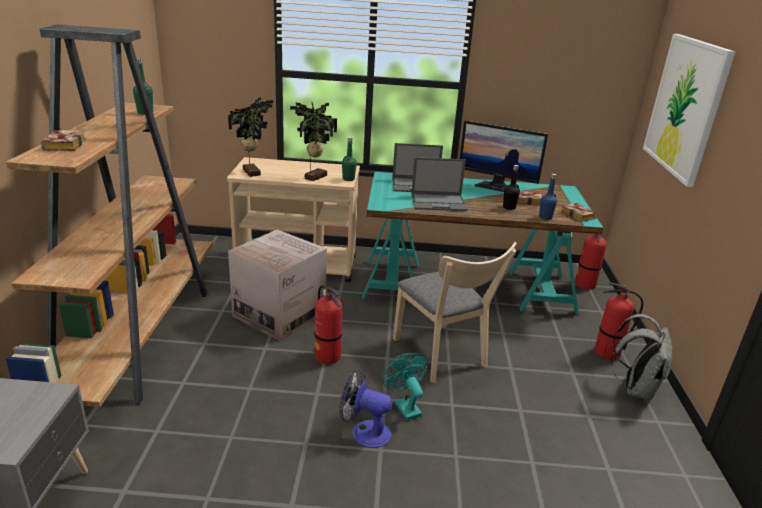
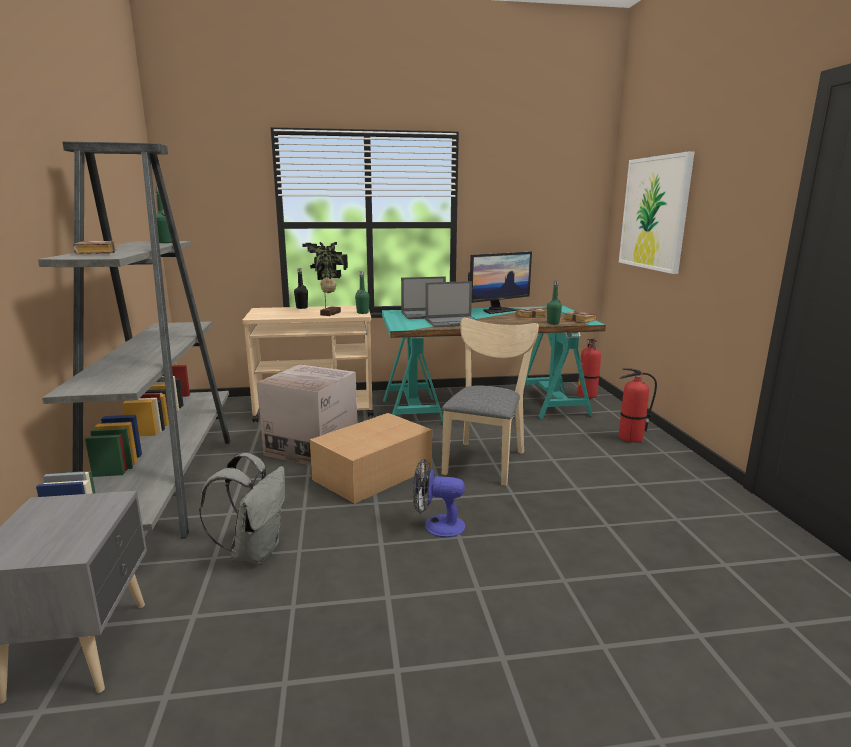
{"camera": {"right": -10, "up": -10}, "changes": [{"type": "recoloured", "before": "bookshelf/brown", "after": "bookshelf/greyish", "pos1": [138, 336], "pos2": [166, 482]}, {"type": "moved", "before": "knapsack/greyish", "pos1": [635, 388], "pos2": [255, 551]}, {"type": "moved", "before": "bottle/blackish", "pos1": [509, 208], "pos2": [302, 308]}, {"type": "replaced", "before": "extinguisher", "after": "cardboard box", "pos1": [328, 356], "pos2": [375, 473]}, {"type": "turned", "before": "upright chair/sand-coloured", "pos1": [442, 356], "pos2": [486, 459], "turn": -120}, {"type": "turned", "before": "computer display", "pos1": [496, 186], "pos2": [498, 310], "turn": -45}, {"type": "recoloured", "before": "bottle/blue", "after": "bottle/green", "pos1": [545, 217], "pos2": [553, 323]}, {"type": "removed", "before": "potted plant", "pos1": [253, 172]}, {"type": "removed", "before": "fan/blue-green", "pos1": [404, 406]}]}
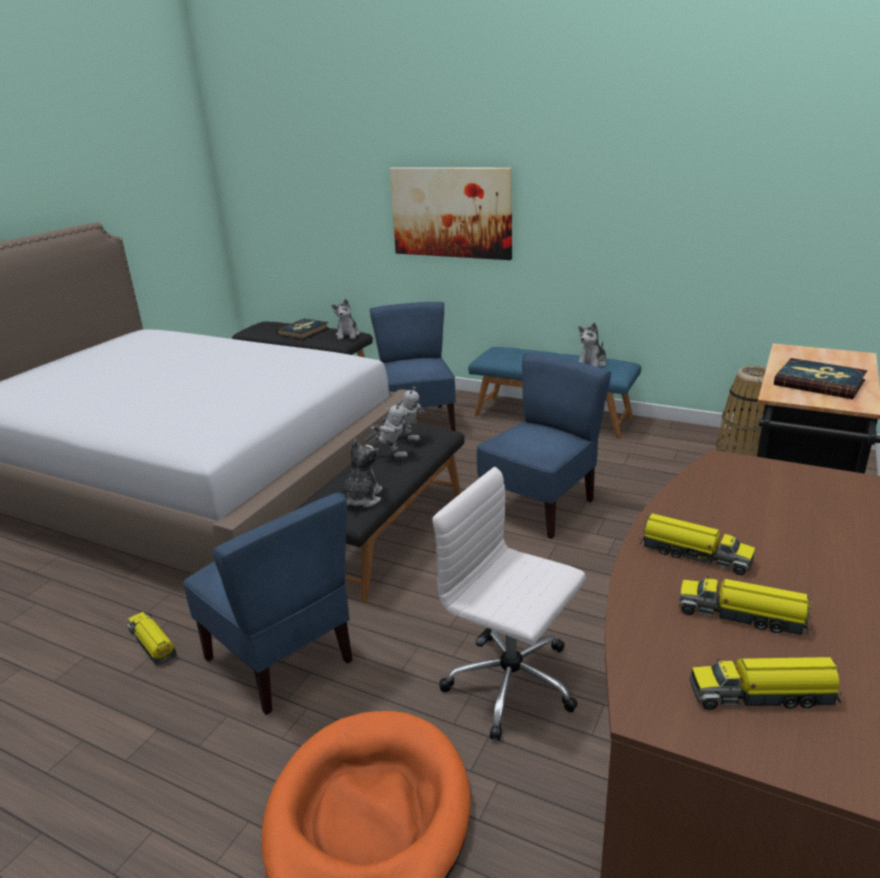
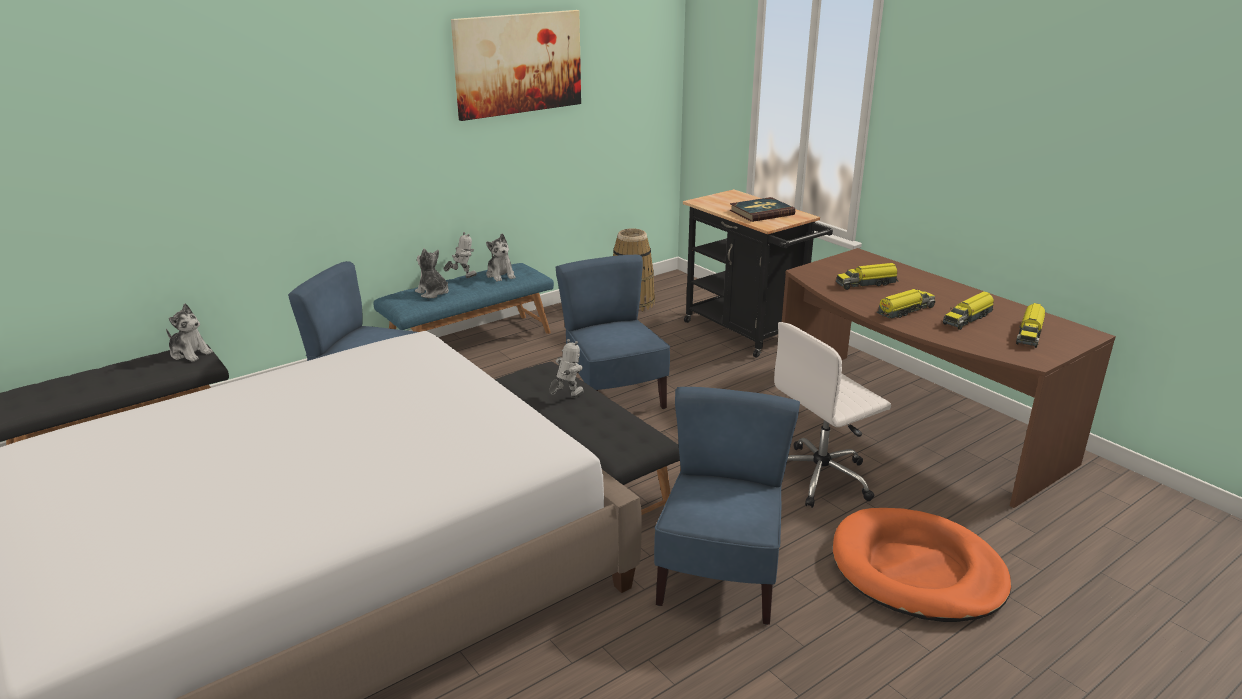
{"camera": {"right": -65, "up": 0}, "changes": [{"type": "moved", "before": "cuddly toy", "pos1": [362, 498], "pos2": [433, 293]}, {"type": "moved", "before": "toy robot", "pos1": [406, 438], "pos2": [462, 278]}, {"type": "moved", "before": "wall picture", "pos1": [451, 212], "pos2": [518, 63]}, {"type": "turned", "before": "upright chair/blue", "pos1": [281, 659], "pos2": [720, 579], "turn": -60}, {"type": "moved", "before": "toy truck", "pos1": [153, 644], "pos2": [867, 284]}, {"type": "removed", "before": "bound book", "pos1": [303, 331]}]}
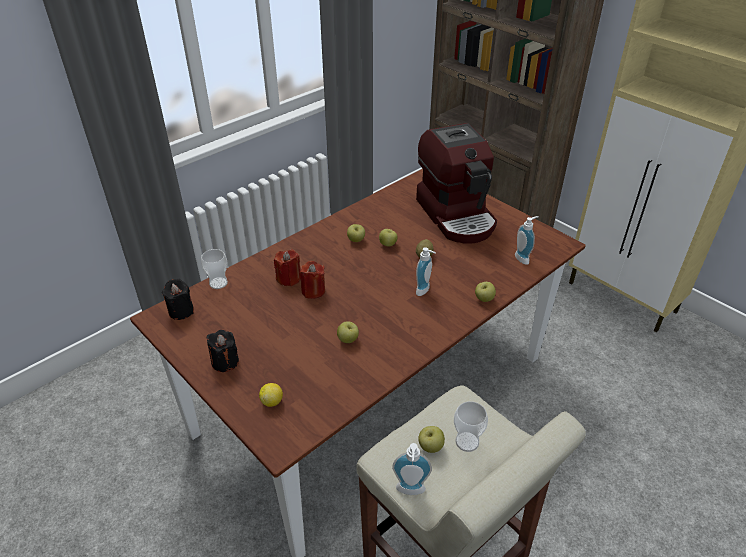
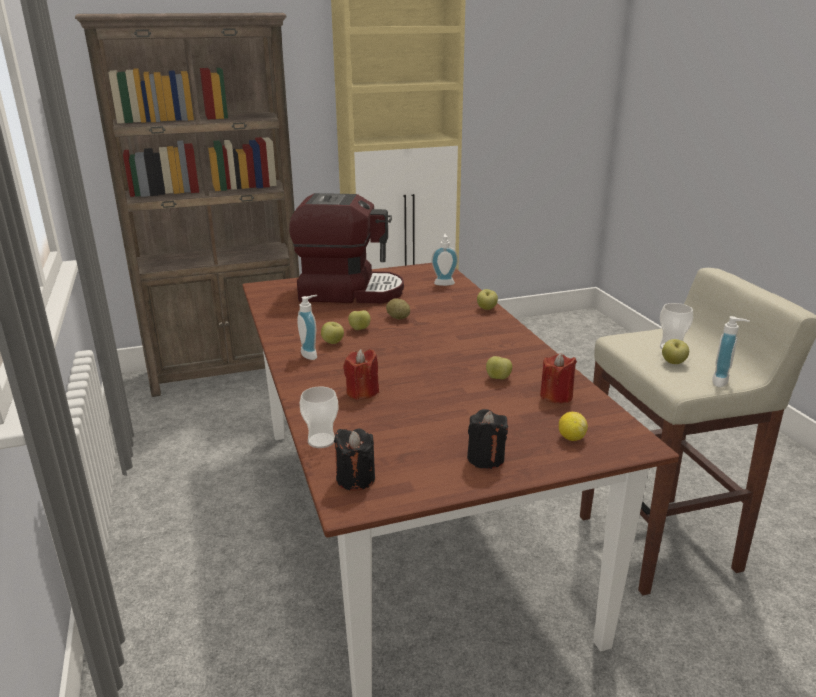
{"camera": {"right": -65, "up": -15}, "changes": [{"type": "moved", "before": "soap bottle", "pos1": [425, 290], "pos2": [311, 354]}, {"type": "moved", "before": "wax light/red-coloured", "pos1": [313, 291], "pos2": [556, 396]}]}
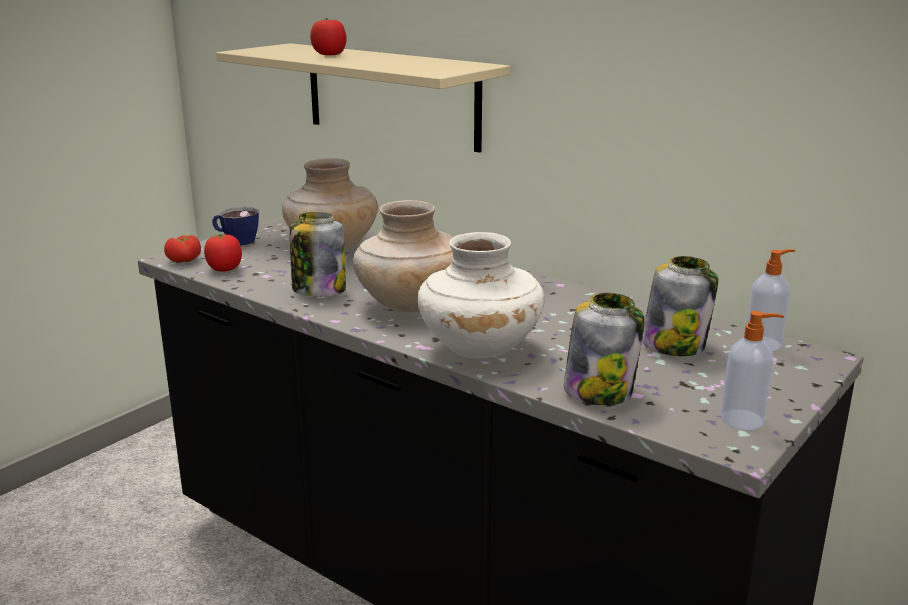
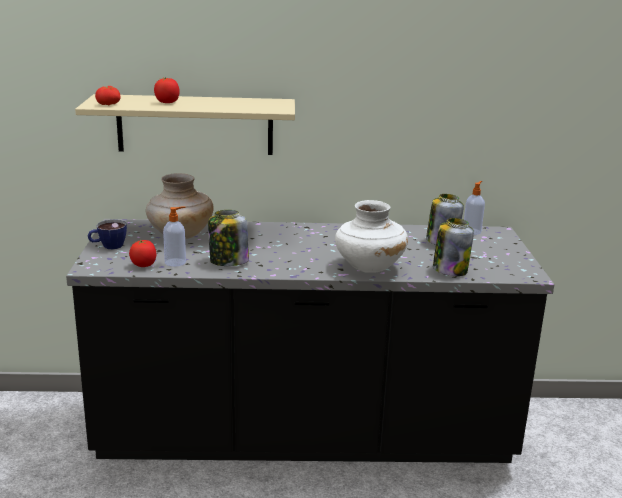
{"camera": {"right": -40, "up": 0}, "changes": [{"type": "moved", "before": "whole tomato", "pos1": [185, 260], "pos2": [109, 104]}, {"type": "moved", "before": "soap bottle", "pos1": [744, 420], "pos2": [176, 262]}, {"type": "removed", "before": "decorative vase/sand-coloured", "pos1": [409, 305]}]}
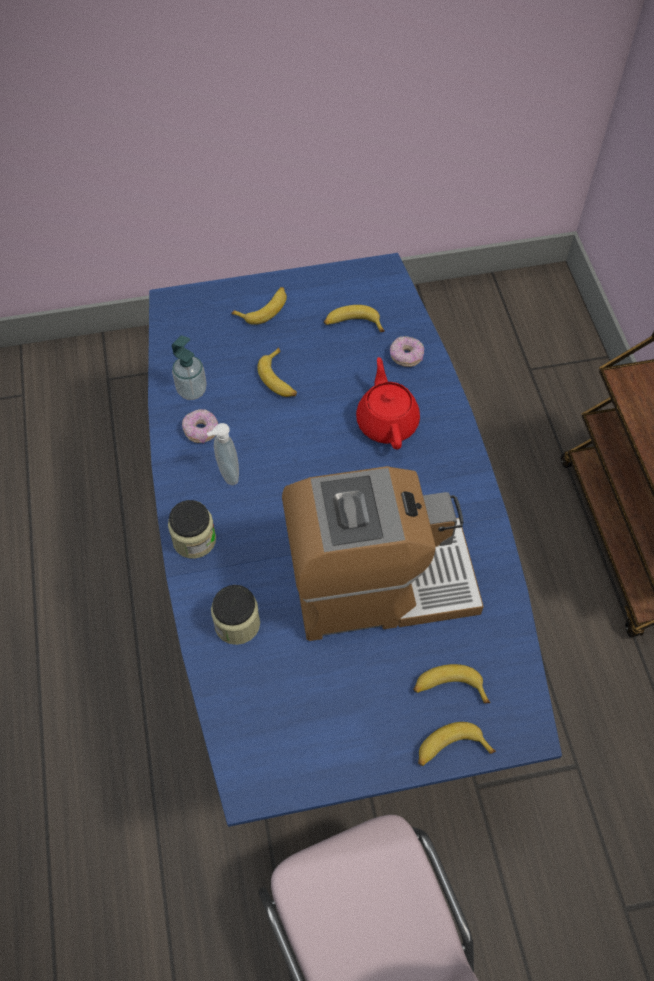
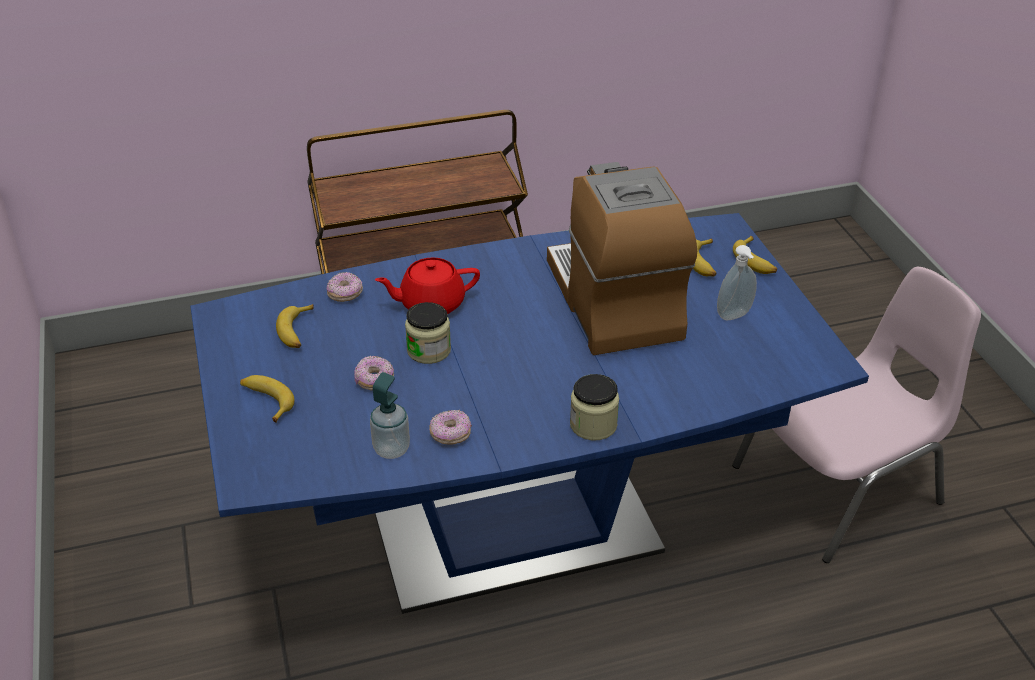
{"camera": {"right": -95, "up": -20}, "changes": [{"type": "replaced", "before": "whole banana", "after": "ring doughnut", "pos1": [279, 379], "pos2": [374, 380]}, {"type": "moved", "before": "preserve jar", "pos1": [237, 624], "pos2": [429, 350]}, {"type": "moved", "before": "soap bottle", "pos1": [226, 474], "pos2": [735, 316]}]}
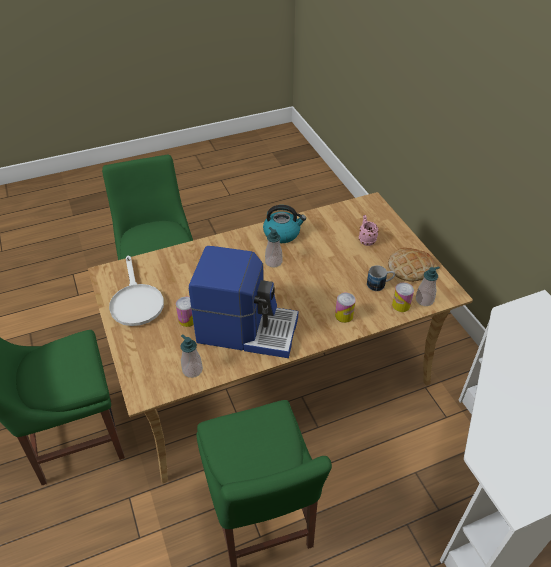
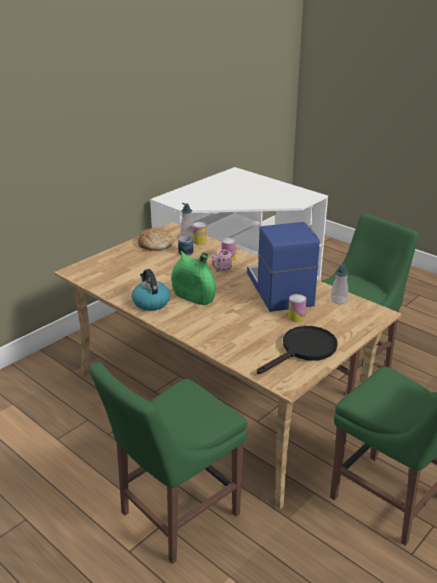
{"camera": {"right": -115, "up": -15}, "changes": [{"type": "replaced", "before": "soap bottle", "after": "decorative vase/green", "pos1": [273, 262], "pos2": [193, 297]}, {"type": "moved", "before": "mug/pink", "pos1": [366, 239], "pos2": [221, 270]}, {"type": "recoloured", "before": "frying pan/whitish", "after": "frying pan/blackish", "pos1": [136, 302], "pos2": [304, 350]}]}
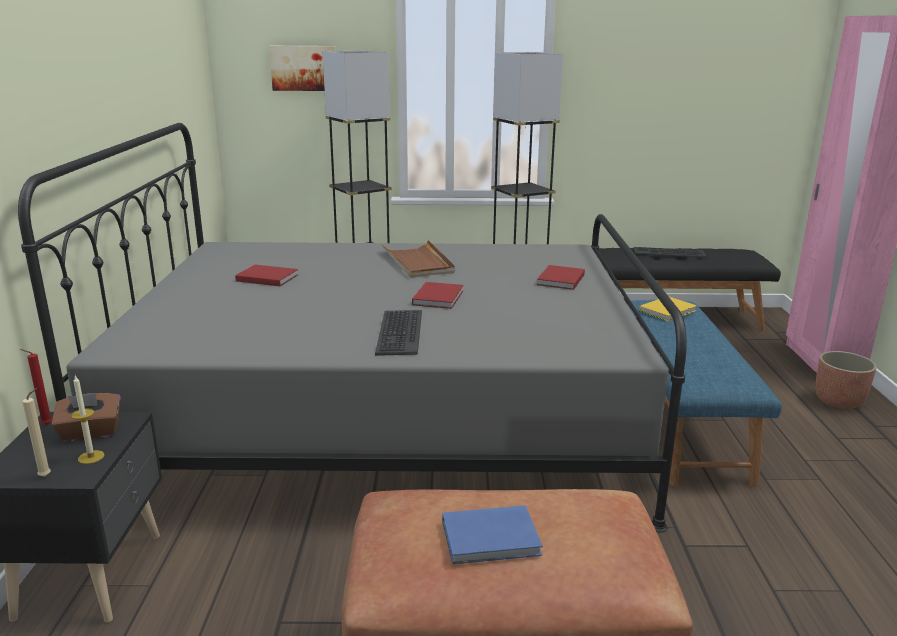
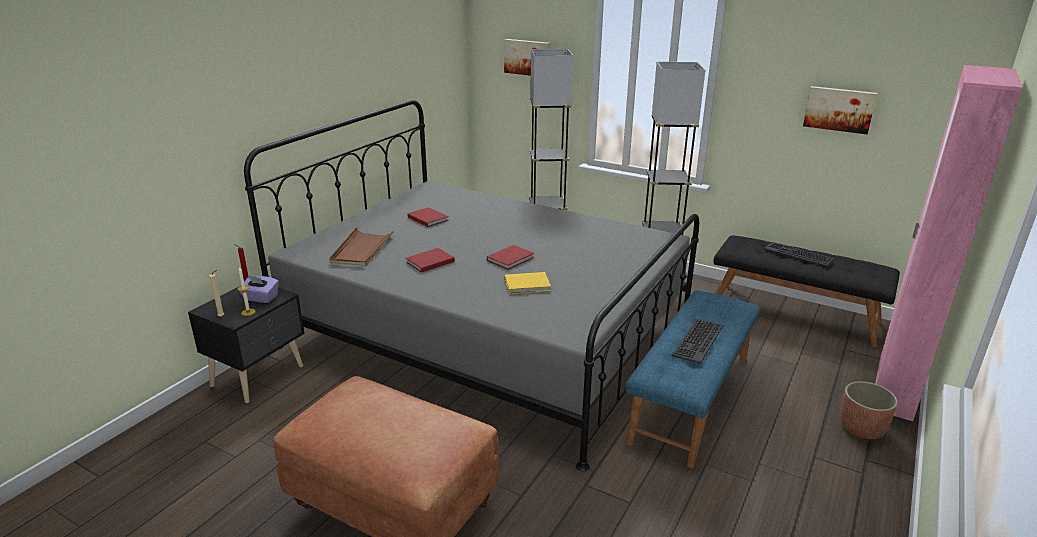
{"camera": {"right": 30, "up": 5}, "changes": [{"type": "recoloured", "before": "tissue holder/brown", "after": "tissue holder/purplish", "pos1": [90, 433], "pos2": [260, 298]}, {"type": "moved", "before": "carrying tray/brown", "pos1": [418, 262], "pos2": [362, 249]}, {"type": "moved", "before": "bound book/red-coloured", "pos1": [559, 280], "pos2": [428, 262]}, {"type": "moved", "before": "bound book/yellowish", "pos1": [669, 311], "pos2": [528, 285]}, {"type": "moved", "before": "keyboard", "pos1": [398, 333], "pos2": [697, 340]}, {"type": "added", "after": "wall picture", "pos2": [839, 109]}, {"type": "removed", "before": "bound book/blue", "pos1": [493, 538]}]}
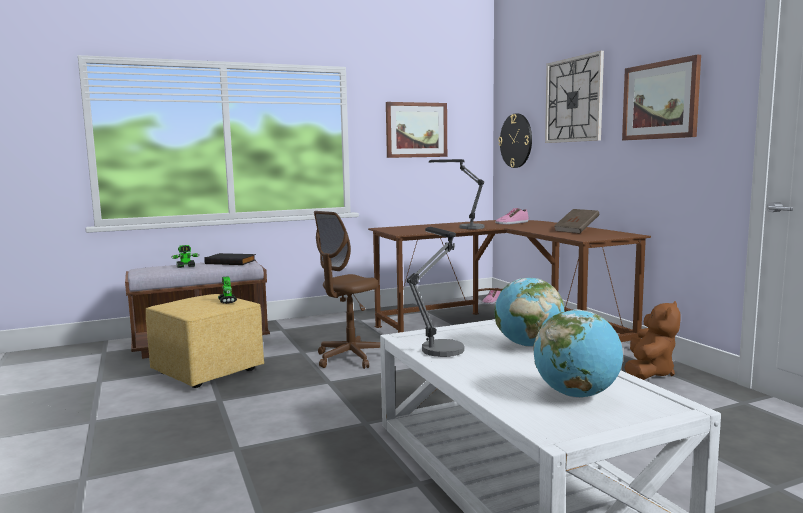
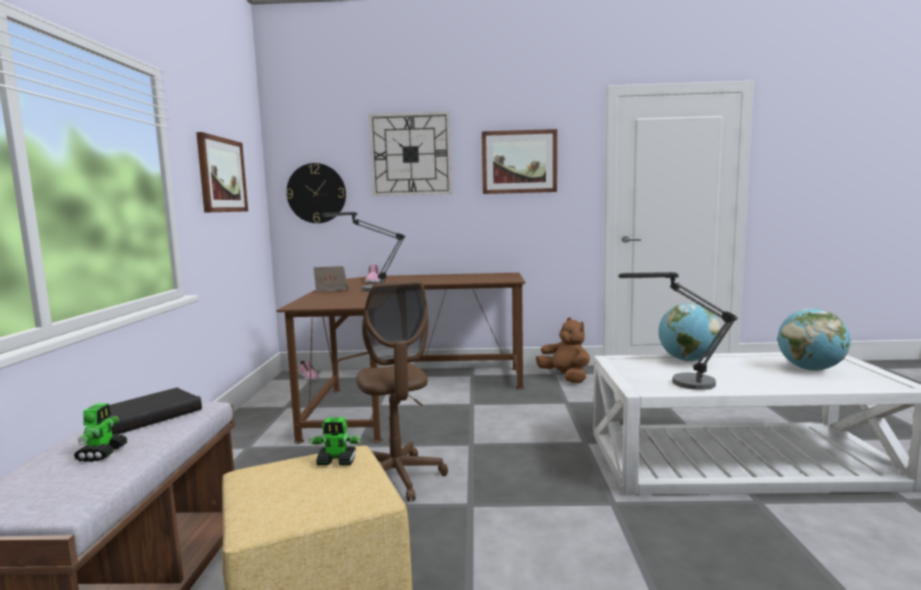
{"camera": {"right": -65, "up": 0}, "changes": [{"type": "moved", "before": "bound book/brown", "pos1": [576, 231], "pos2": [331, 289]}]}
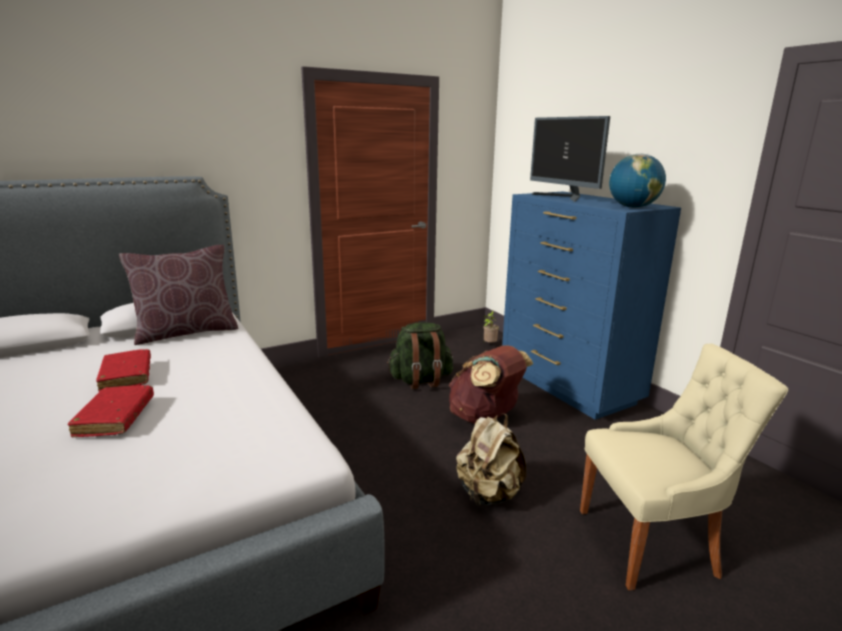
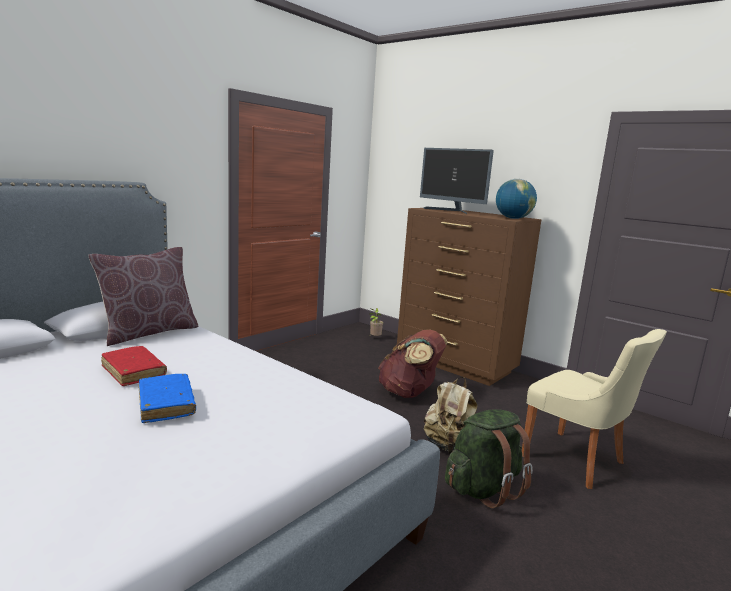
{"camera": {"right": -20, "up": -5}, "changes": [{"type": "recoloured", "before": "bound book/red-coloured", "after": "bound book/blue", "pos1": [115, 418], "pos2": [166, 404]}, {"type": "recoloured", "before": "drawer chest/blue", "after": "drawer chest/brown", "pos1": [568, 386], "pos2": [455, 364]}, {"type": "moved", "before": "knapsack/green", "pos1": [420, 380], "pos2": [483, 489]}, {"type": "turned", "before": "upright chair/sand-coloured", "pos1": [652, 542], "pos2": [576, 461], "turn": 75}]}
